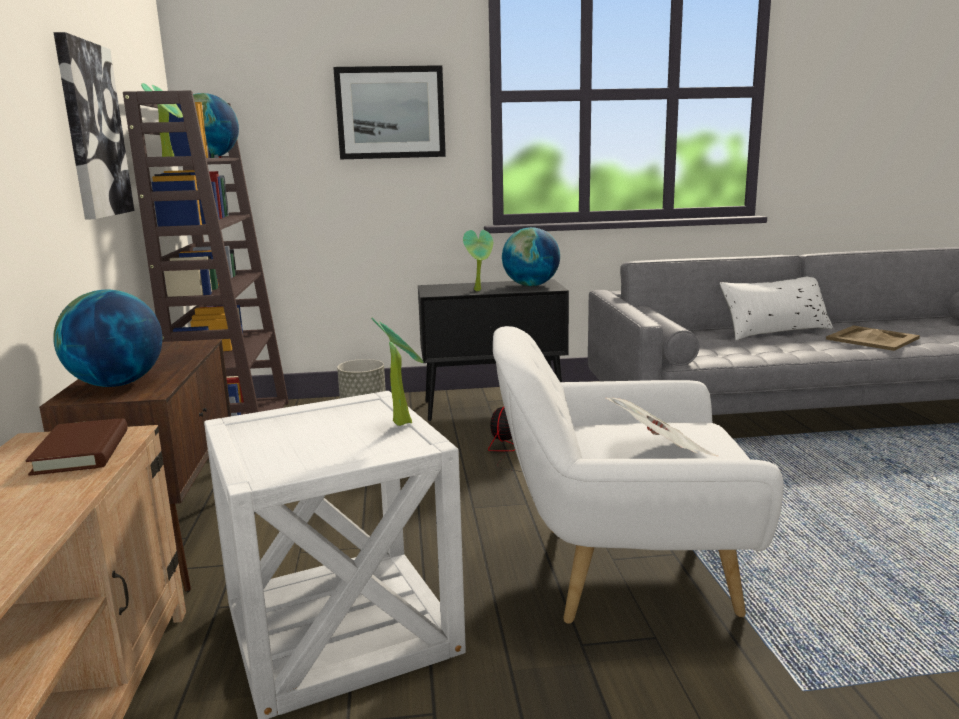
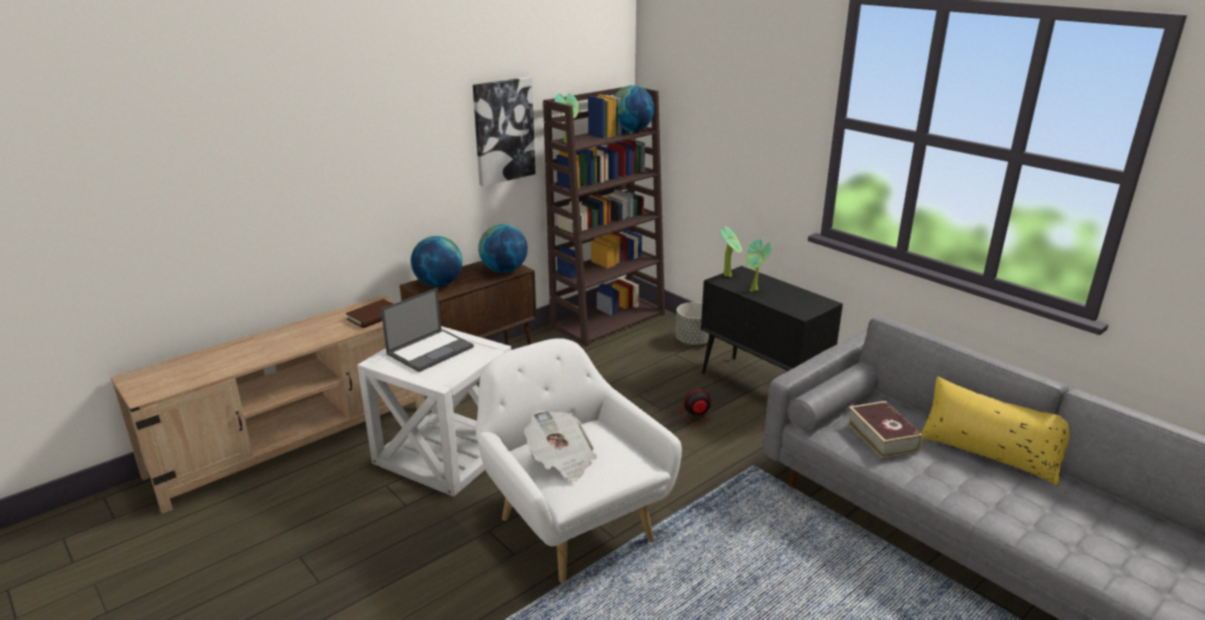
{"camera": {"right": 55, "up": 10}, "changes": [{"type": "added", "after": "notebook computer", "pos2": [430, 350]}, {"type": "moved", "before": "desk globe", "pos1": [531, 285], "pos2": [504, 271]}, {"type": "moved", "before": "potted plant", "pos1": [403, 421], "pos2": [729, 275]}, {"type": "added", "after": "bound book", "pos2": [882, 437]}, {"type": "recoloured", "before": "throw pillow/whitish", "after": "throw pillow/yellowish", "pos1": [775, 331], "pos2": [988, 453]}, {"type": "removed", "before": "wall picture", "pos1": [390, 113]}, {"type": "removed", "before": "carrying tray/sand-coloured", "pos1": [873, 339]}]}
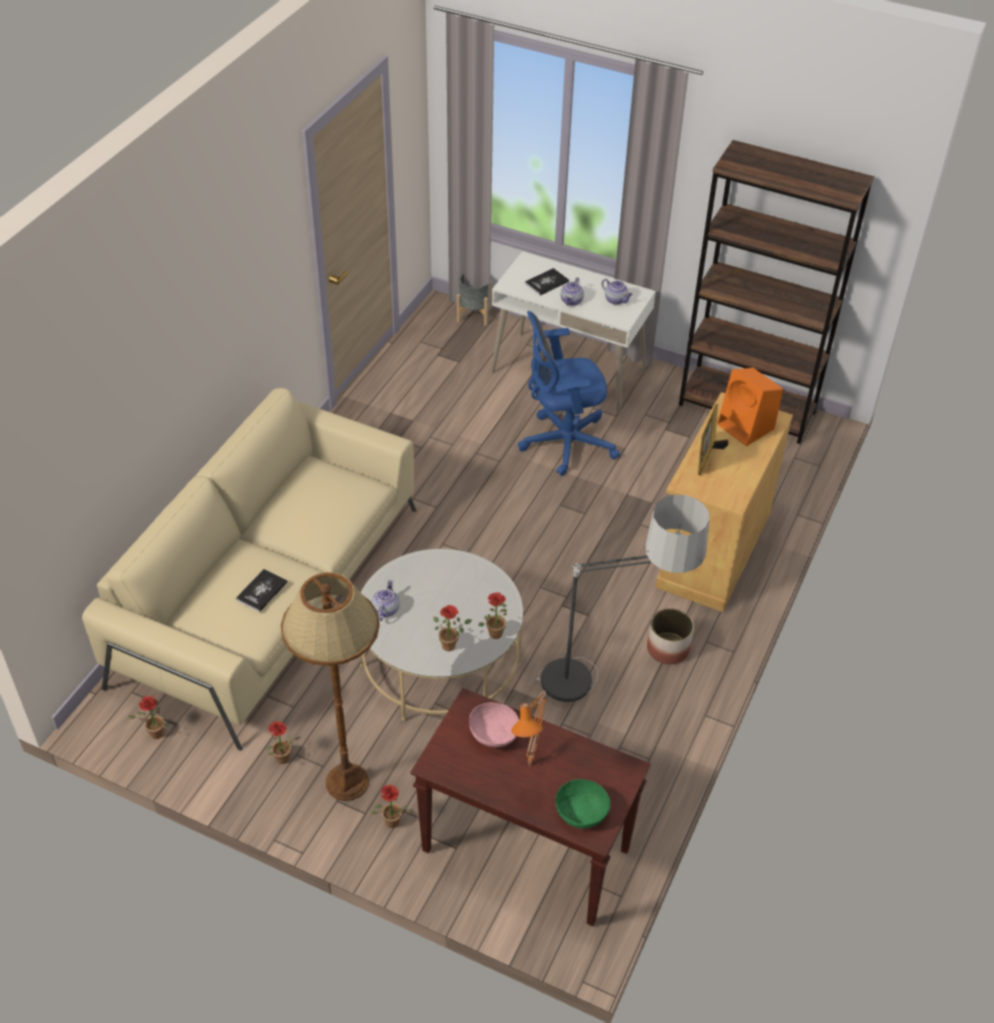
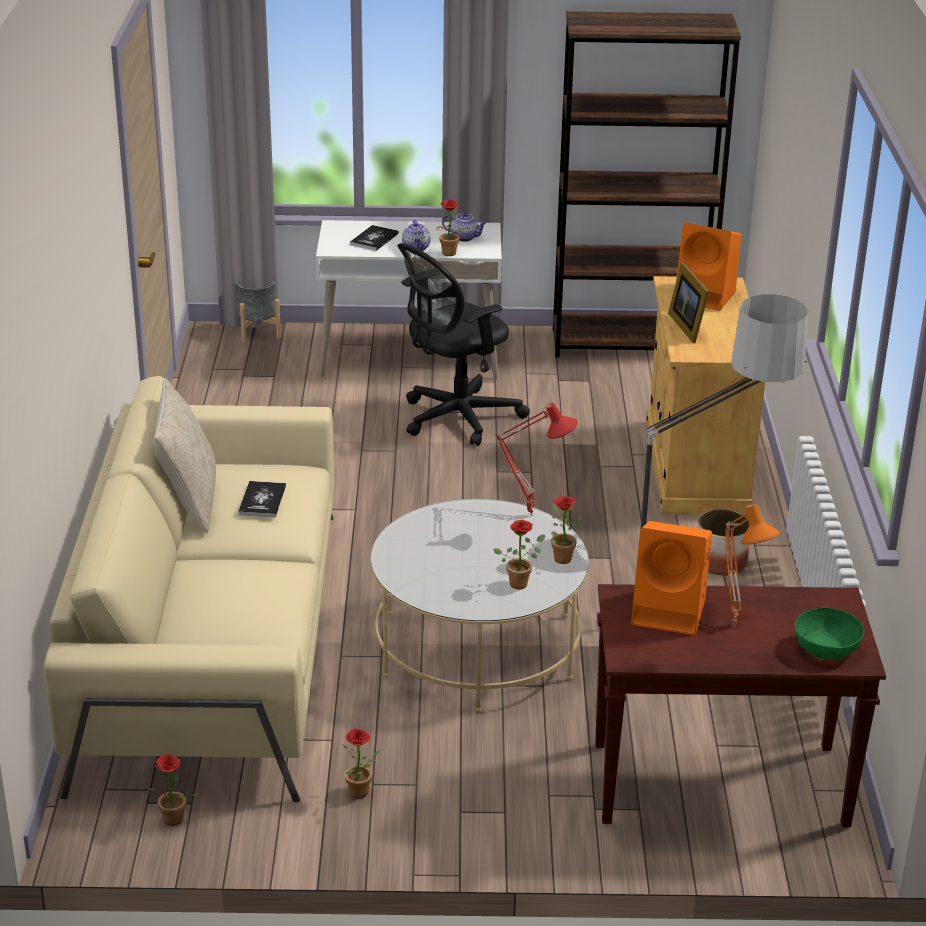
{"camera": {"right": -25, "up": -15}, "changes": [{"type": "added", "after": "throw pillow/sand-coloured", "pos2": [189, 502]}, {"type": "moved", "before": "bound book", "pos1": [262, 591], "pos2": [262, 500]}, {"type": "recoloured", "before": "office chair/blue", "after": "office chair/blackish", "pos1": [563, 443], "pos2": [455, 418]}, {"type": "moved", "before": "potted plant", "pos1": [390, 824], "pos2": [448, 254]}, {"type": "added", "after": "lamp for a table/red-coloured", "pos2": [532, 514]}, {"type": "replaced", "before": "bowl/pink", "after": "loudspeaker/orange", "pos1": [494, 734], "pos2": [670, 612]}, {"type": "removed", "before": "standard lamp/brown", "pos1": [347, 782]}, {"type": "removed", "before": "pot for tea", "pos1": [385, 609]}]}
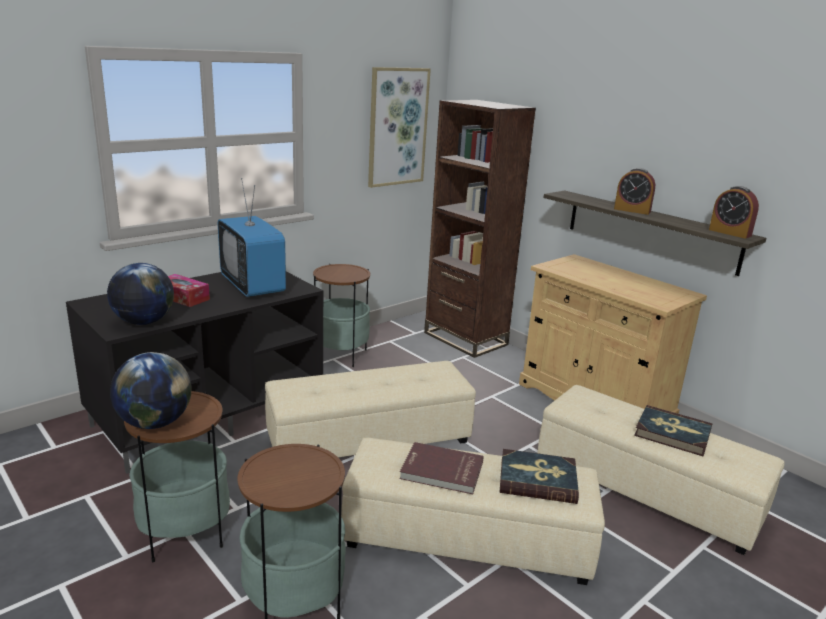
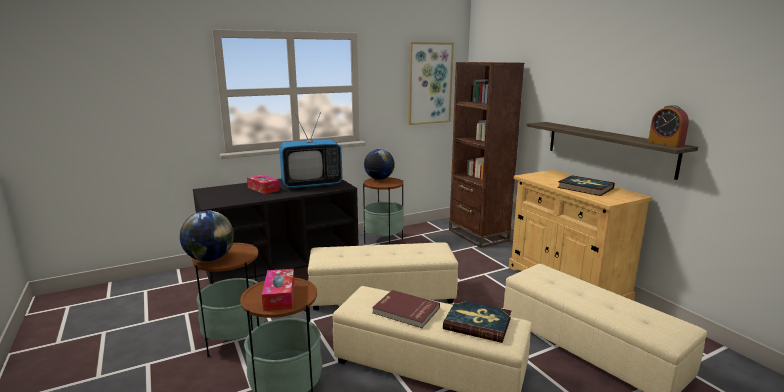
{"camera": {"right": 15, "up": -5}, "changes": [{"type": "added", "after": "tissue holder", "pos2": [279, 296]}, {"type": "turned", "before": "television", "pos1": [253, 286], "pos2": [312, 184], "turn": -90}, {"type": "moved", "before": "desk globe", "pos1": [143, 322], "pos2": [379, 179]}, {"type": "moved", "before": "bound book", "pos1": [672, 433], "pos2": [585, 188]}, {"type": "removed", "before": "table clock", "pos1": [632, 210]}]}
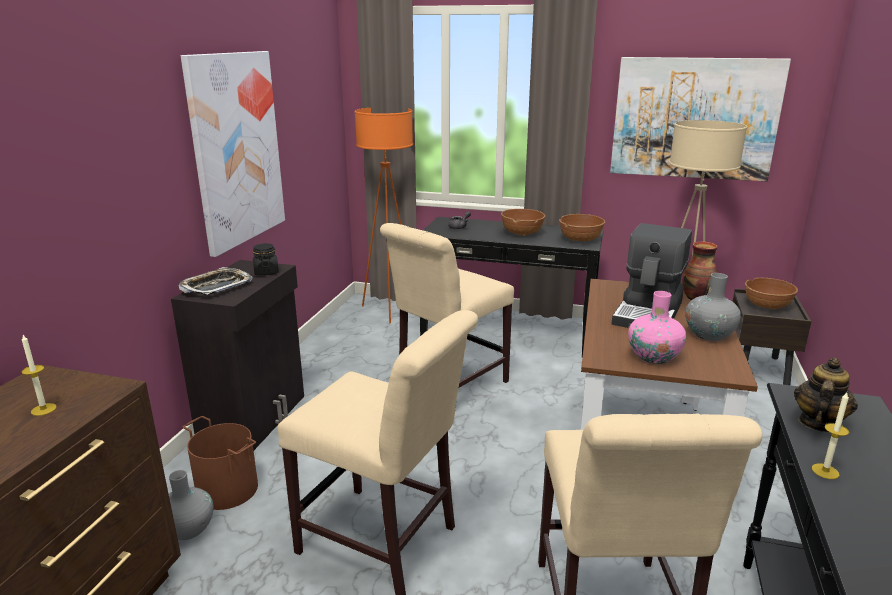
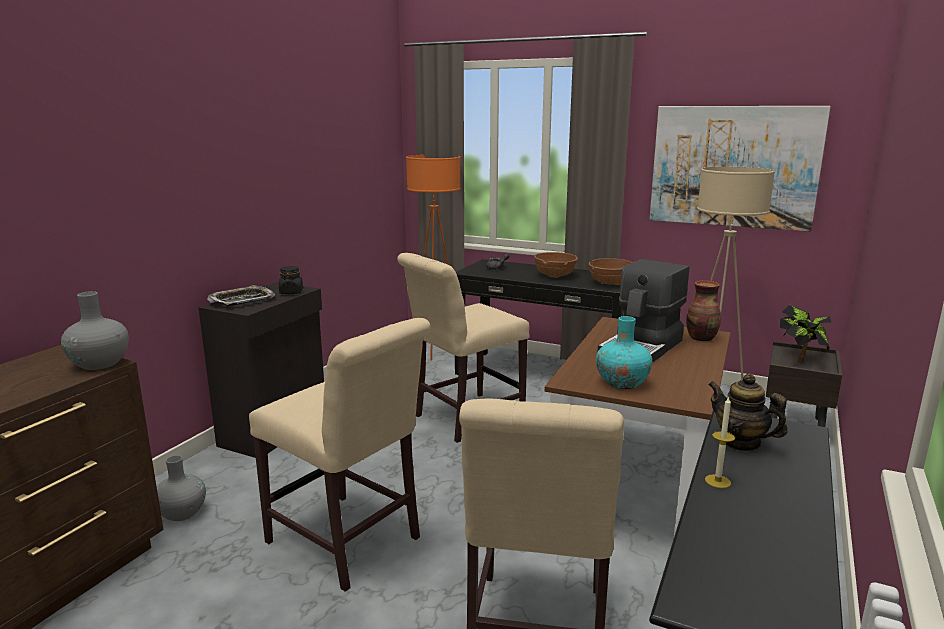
{"camera": {"right": 10, "up": -5}, "changes": [{"type": "moved", "before": "decorative vase/greyish", "pos1": [709, 335], "pos2": [99, 364]}, {"type": "recoloured", "before": "decorative vase/pink", "after": "decorative vase/blue-green", "pos1": [654, 356], "pos2": [622, 383]}, {"type": "turned", "before": "pot for tea", "pos1": [818, 423], "pos2": [740, 443], "turn": -90}, {"type": "replaced", "before": "bowl/brown", "after": "potted plant", "pos1": [767, 306], "pos2": [801, 359]}, {"type": "removed", "before": "wax light", "pos1": [43, 409]}, {"type": "removed", "before": "wall picture", "pos1": [236, 149]}, {"type": "removed", "before": "bucket/brown", "pos1": [228, 489]}]}
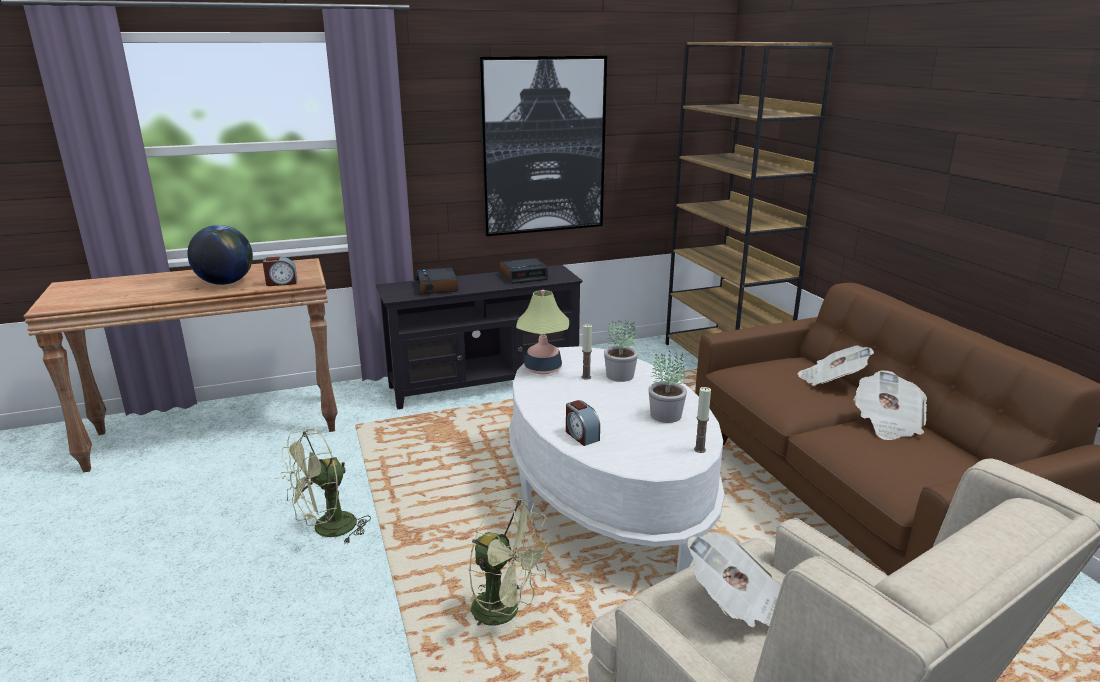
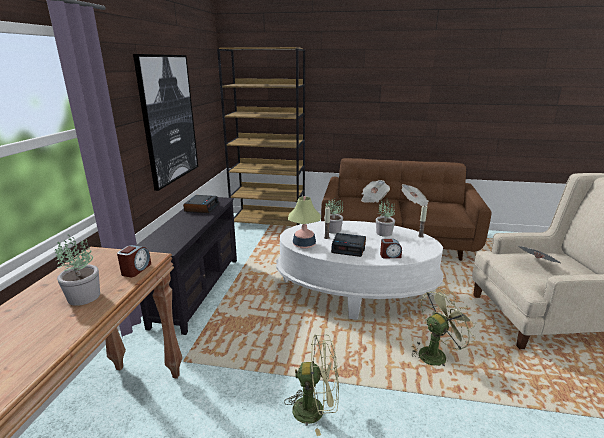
{"camera": {"right": -60, "up": 0}, "changes": [{"type": "replaced", "before": "desk globe", "after": "potted plant", "pos1": [225, 283], "pos2": [83, 297]}, {"type": "turned", "before": "fan/green", "pos1": [327, 530], "pos2": [316, 410], "turn": -75}, {"type": "moved", "before": "table clock", "pos1": [437, 287], "pos2": [349, 248]}]}
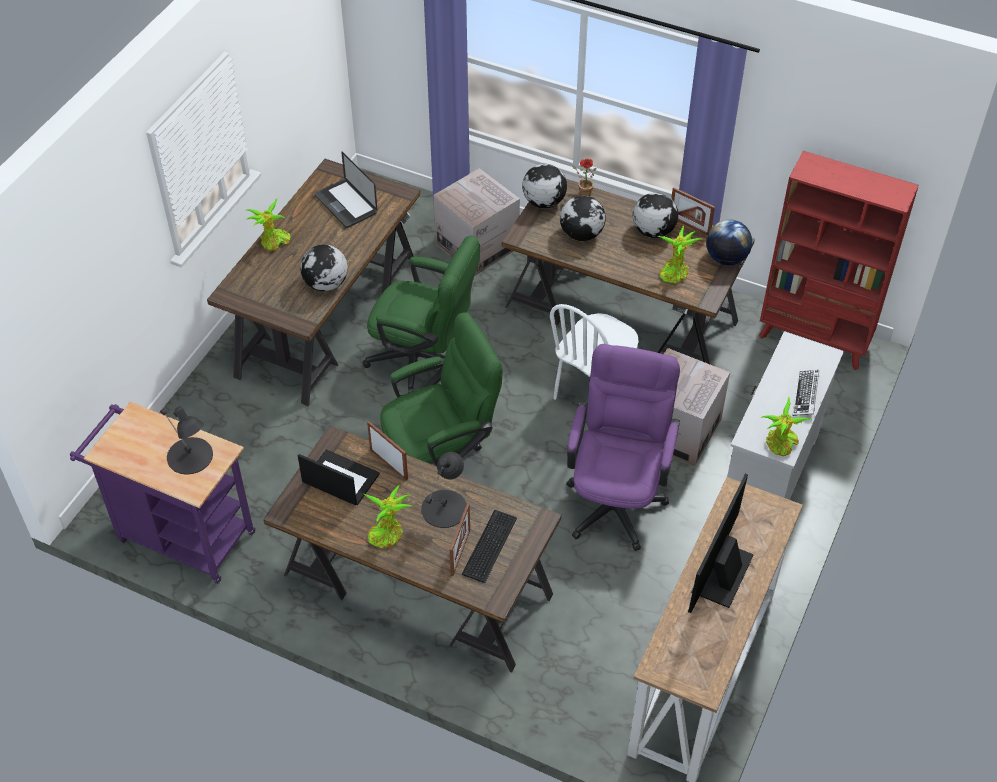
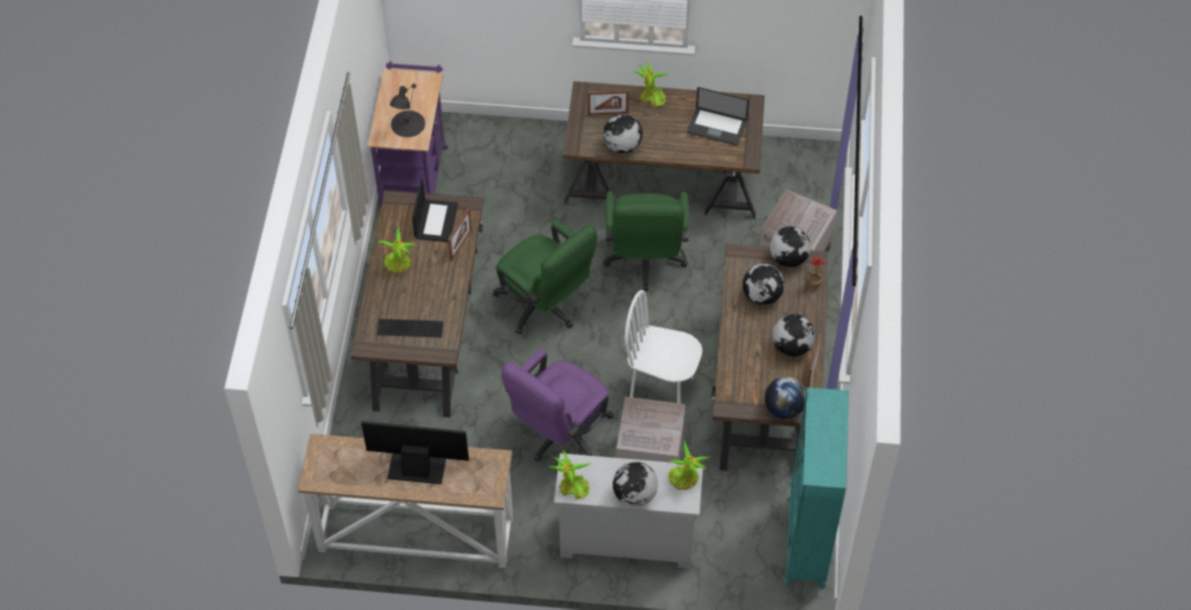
{"camera": {"right": 70, "up": 5}, "changes": [{"type": "turned", "before": "office chair/purplish", "pos1": [617, 497], "pos2": [560, 435], "turn": 135}, {"type": "moved", "before": "photo frame", "pos1": [460, 552], "pos2": [607, 113]}, {"type": "replaced", "before": "keyboard", "after": "desk globe", "pos1": [805, 395], "pos2": [634, 495]}, {"type": "moved", "before": "potted plant", "pos1": [674, 272], "pos2": [685, 479]}, {"type": "turned", "before": "notebook computer", "pos1": [346, 204], "pos2": [716, 127], "turn": -105}, {"type": "recoloured", "before": "bookshelf/red-coloured", "after": "bookshelf/blue-green", "pos1": [814, 340], "pos2": [805, 543]}, {"type": "removed", "before": "lamp for a table/blackish", "pos1": [445, 508]}]}
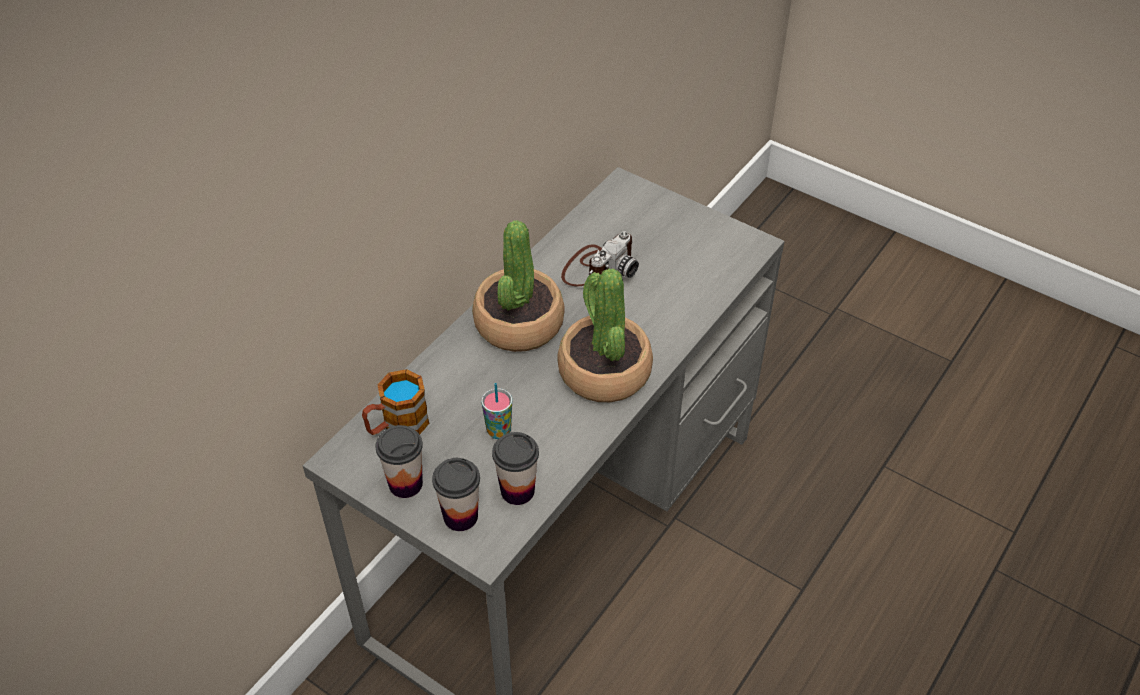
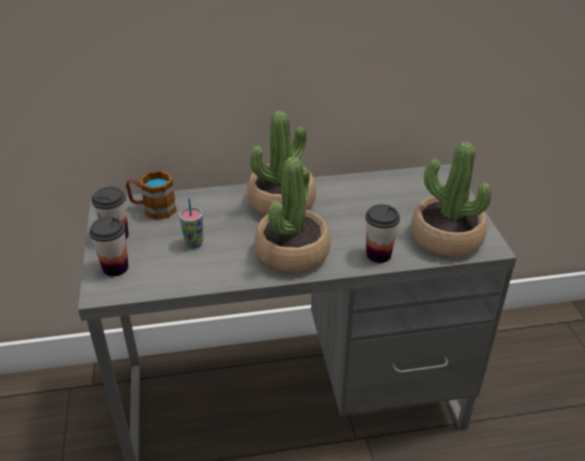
{"camera": {"right": 45, "up": -10}, "changes": [{"type": "moved", "before": "drinking cup", "pos1": [517, 491], "pos2": [378, 254]}, {"type": "added", "after": "potted plant", "pos2": [446, 238]}, {"type": "removed", "before": "photo camera", "pos1": [598, 268]}]}
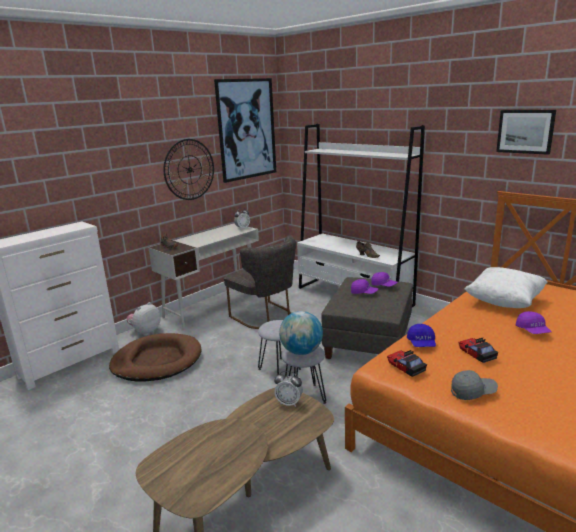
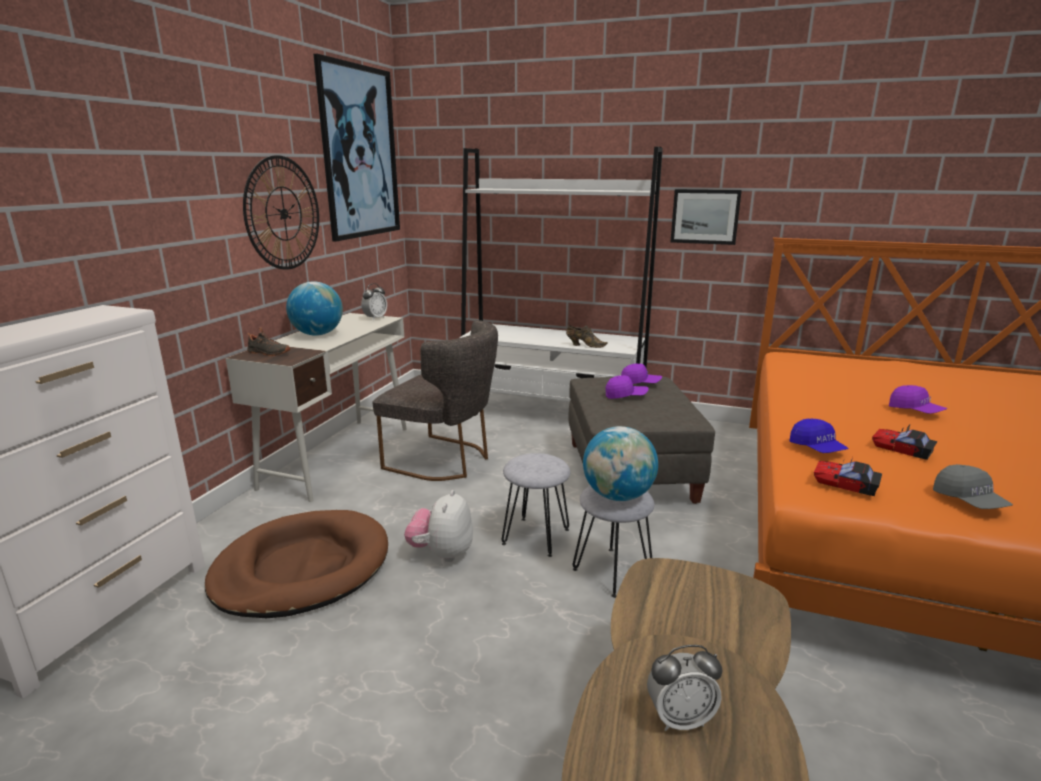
{"camera": {"right": -25, "up": 0}, "changes": [{"type": "added", "after": "desk globe", "pos2": [317, 334]}, {"type": "moved", "before": "cuddly toy", "pos1": [145, 332], "pos2": [442, 553]}, {"type": "moved", "before": "table clock", "pos1": [289, 403], "pos2": [680, 719]}, {"type": "moved", "before": "wall picture", "pos1": [525, 131], "pos2": [705, 216]}, {"type": "turned", "before": "cap/greyish", "pos1": [473, 392], "pos2": [969, 501], "turn": 105}, {"type": "removed", "before": "throw pillow/whitish", "pos1": [504, 302]}]}
